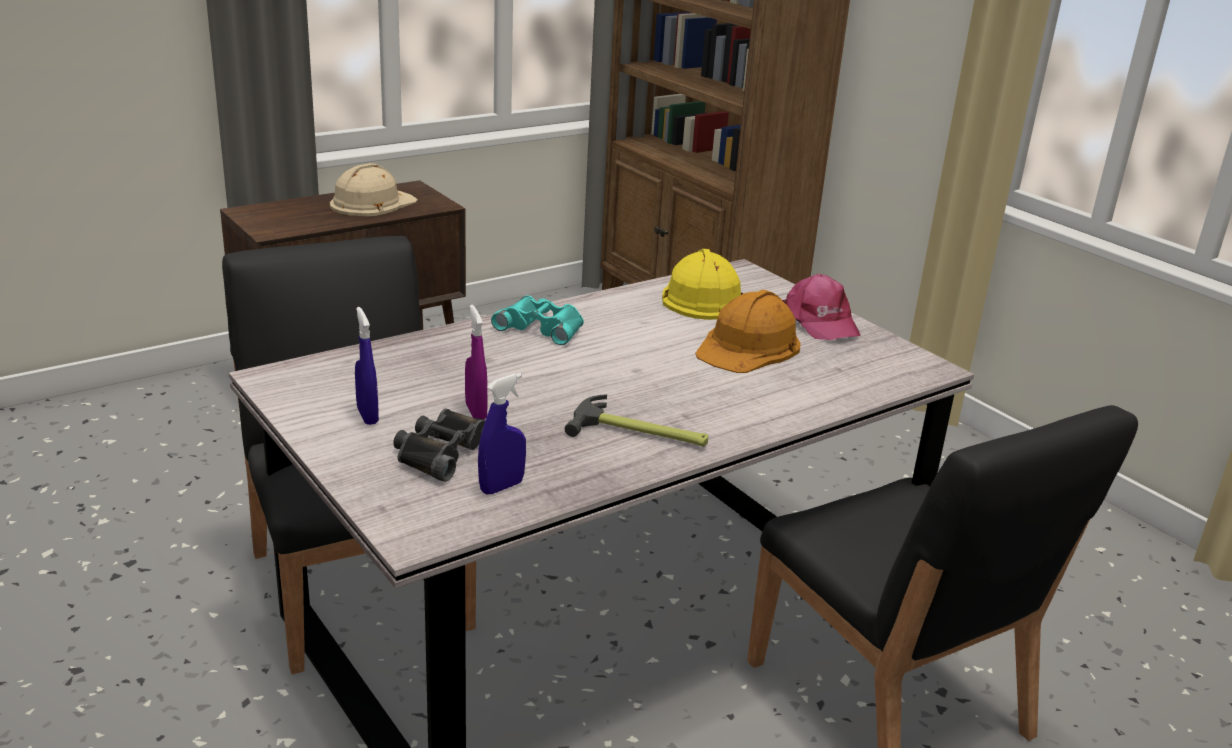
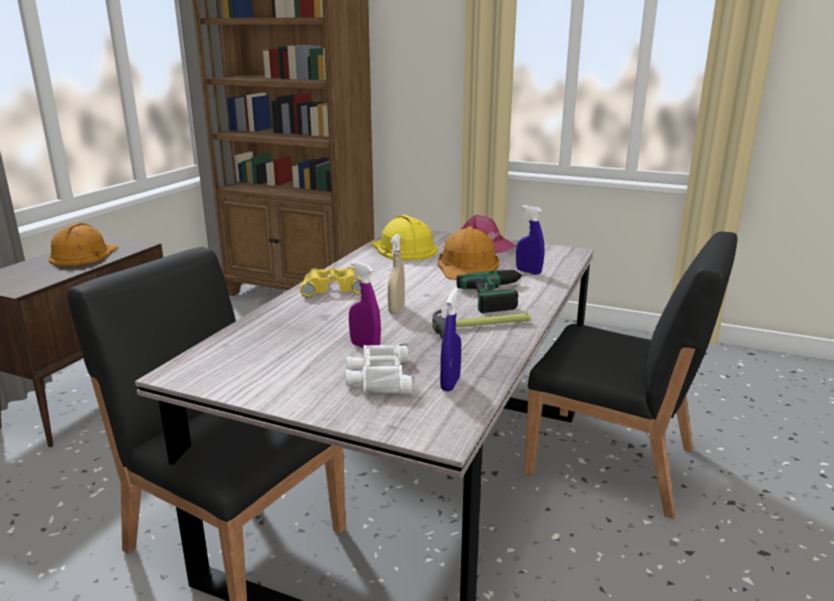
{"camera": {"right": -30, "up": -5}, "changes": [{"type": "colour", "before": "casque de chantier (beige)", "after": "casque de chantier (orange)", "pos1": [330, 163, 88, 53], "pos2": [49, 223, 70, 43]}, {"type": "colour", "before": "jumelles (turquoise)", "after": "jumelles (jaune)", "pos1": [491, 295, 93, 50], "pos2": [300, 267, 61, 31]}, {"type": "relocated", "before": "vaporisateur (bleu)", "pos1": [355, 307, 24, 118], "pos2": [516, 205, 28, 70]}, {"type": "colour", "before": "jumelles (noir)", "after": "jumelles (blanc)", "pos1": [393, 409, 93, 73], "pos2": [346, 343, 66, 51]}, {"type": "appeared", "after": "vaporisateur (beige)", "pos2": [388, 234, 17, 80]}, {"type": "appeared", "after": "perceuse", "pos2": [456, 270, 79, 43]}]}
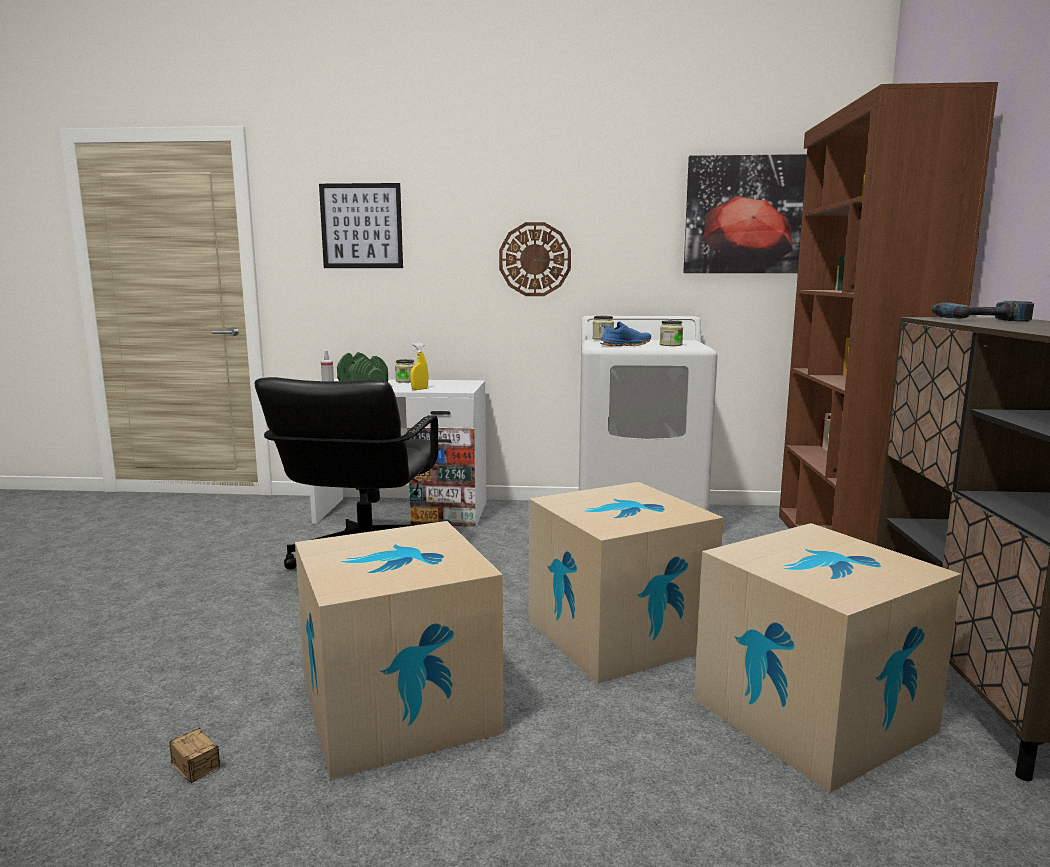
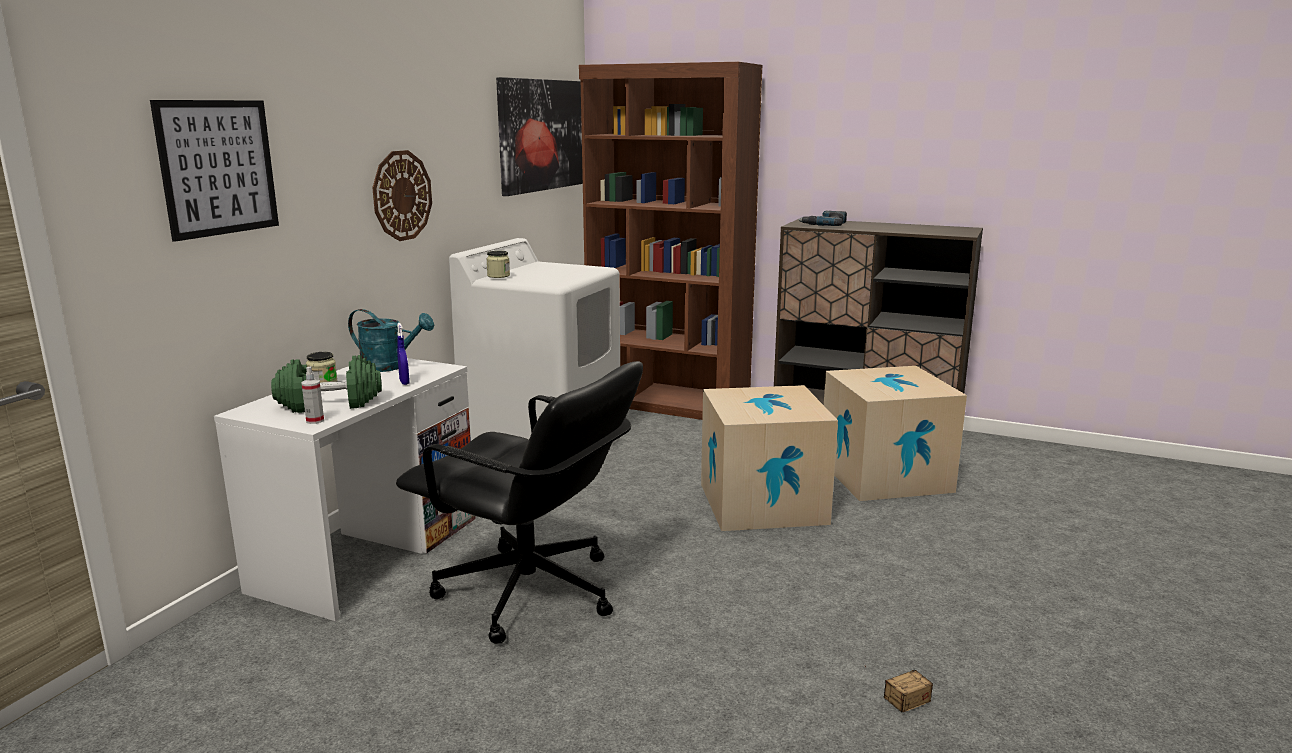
{"camera": {"right": -70, "up": 5}, "changes": [{"type": "missing", "before": "bocal", "pos1": [660, 320, 23, 26]}, {"type": "missing", "before": "chaussure (bleu)", "pos1": [601, 322, 50, 24]}, {"type": "colour", "before": "vaporisateur (jaune)", "after": "vaporisateur (bleu)", "pos1": [410, 343, 18, 47], "pos2": [397, 323, 13, 62]}, {"type": "missing", "before": "carton", "pos1": [295, 521, 209, 259]}, {"type": "appeared", "after": "arrosoir (turquoise)", "pos2": [348, 309, 86, 63]}]}
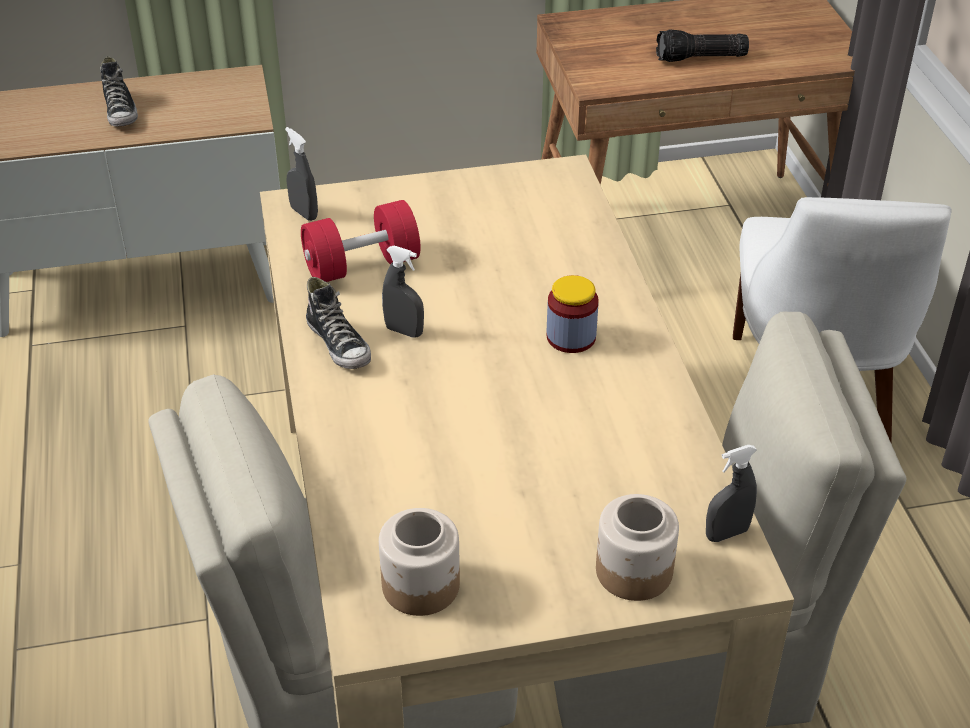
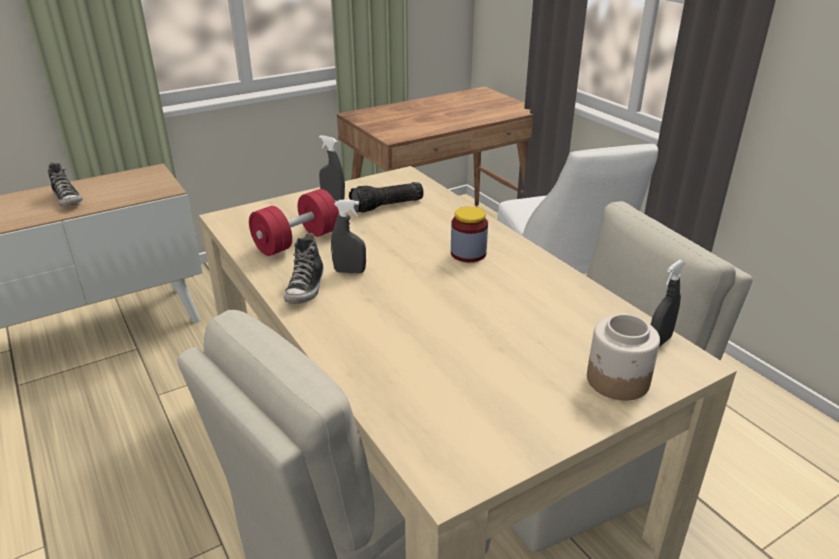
{"camera": {"right": -20, "up": -10}, "changes": [{"type": "relocated", "before": "lampe de poche", "pos1": [656, 30, 93, 32], "pos2": [349, 182, 75, 31]}, {"type": "relocated", "before": "vaporisateur (gris)", "pos1": [285, 127, 33, 94], "pos2": [319, 135, 26, 66]}, {"type": "spun", "before": "chaussure", "pos1": [306, 277, 65, 92], "pos2": [284, 233, 39, 71], "turn": 60}, {"type": "missing", "before": "bocal", "pos1": [379, 508, 81, 108]}]}
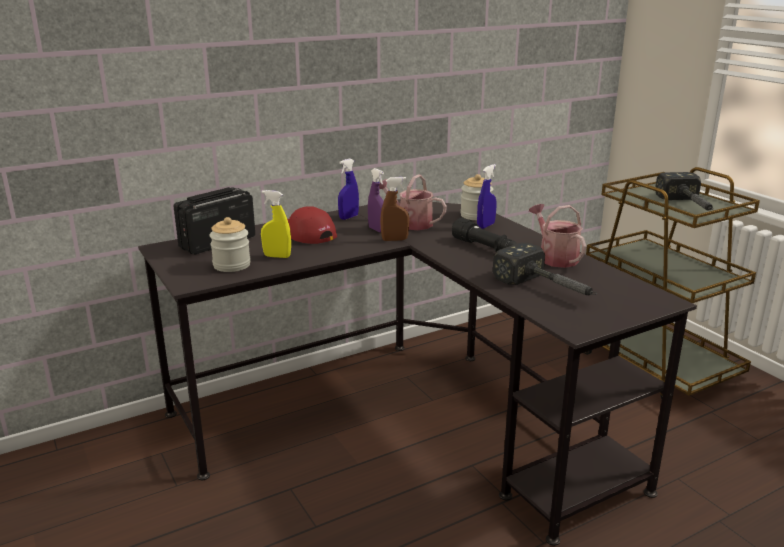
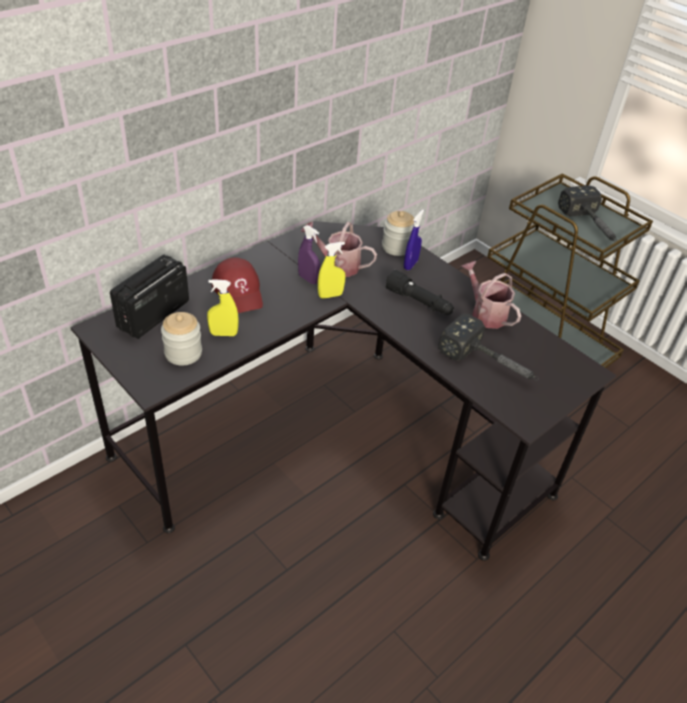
{"camera": {"right": -15, "up": 20}, "changes": [{"type": "missing", "before": "vaporisateur (bleu)", "pos1": [338, 158, 21, 62]}, {"type": "colour", "before": "vaporisateur (marron)", "after": "vaporisateur (jaune)", "pos1": [380, 177, 29, 64], "pos2": [318, 242, 27, 57]}, {"type": "spun", "before": "casquette (rouge)", "pos1": [287, 206, 50, 38], "pos2": [212, 257, 51, 56], "turn": -150}]}
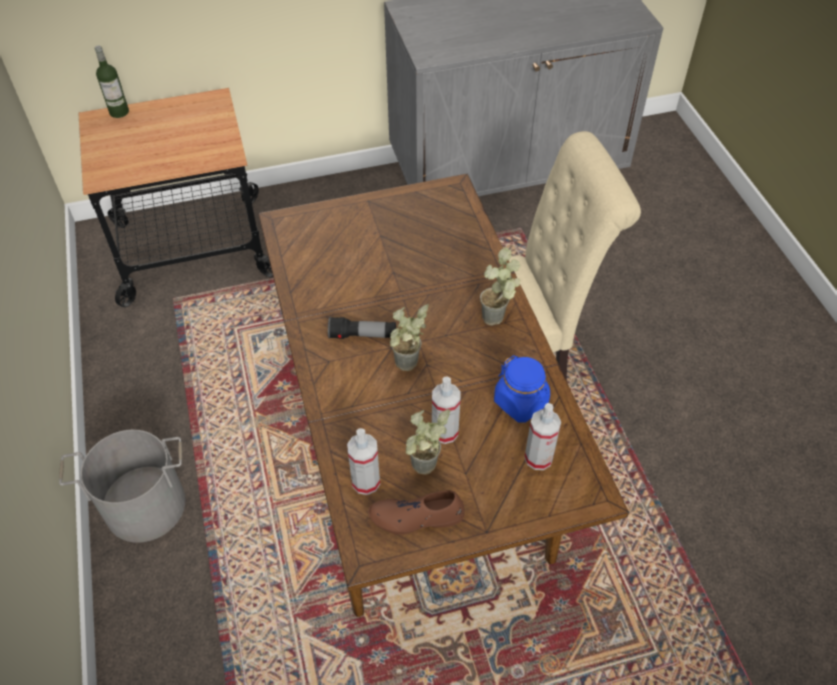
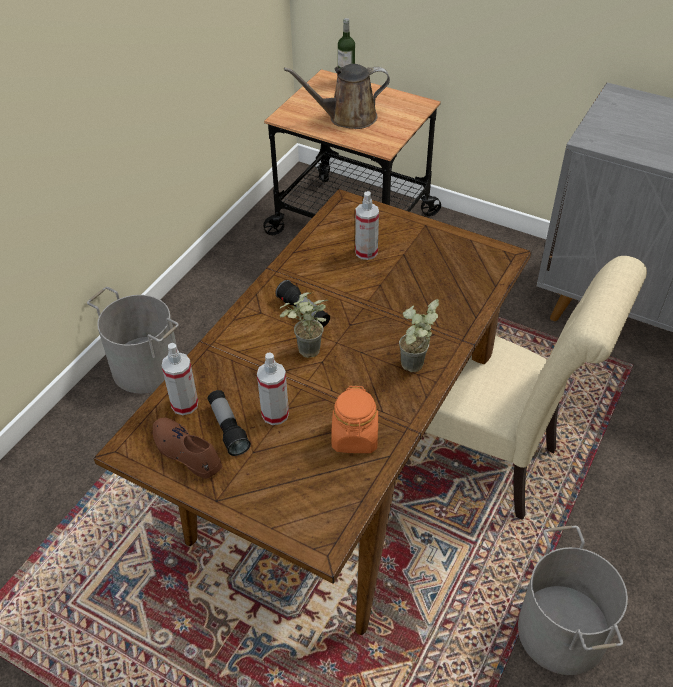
{"camera": {"right": 45, "up": -5}, "changes": [{"type": "colour", "before": "bocal (bleu)", "after": "bocal (orange)", "pos1": [494, 355, 56, 68], "pos2": [331, 386, 47, 67]}, {"type": "relocated", "before": "vaporisateur", "pos1": [524, 403, 37, 67], "pos2": [355, 191, 24, 69]}, {"type": "exchanged", "before": "plante en pot", "after": "lampe de poche", "pos1": [406, 409, 44, 66], "pos2": [208, 390, 43, 66]}, {"type": "appeared", "after": "arrosoir (marron)", "pos2": [284, 64, 106, 65]}, {"type": "appeared", "after": "seau (gris)", "pos2": [518, 526, 110, 149]}]}
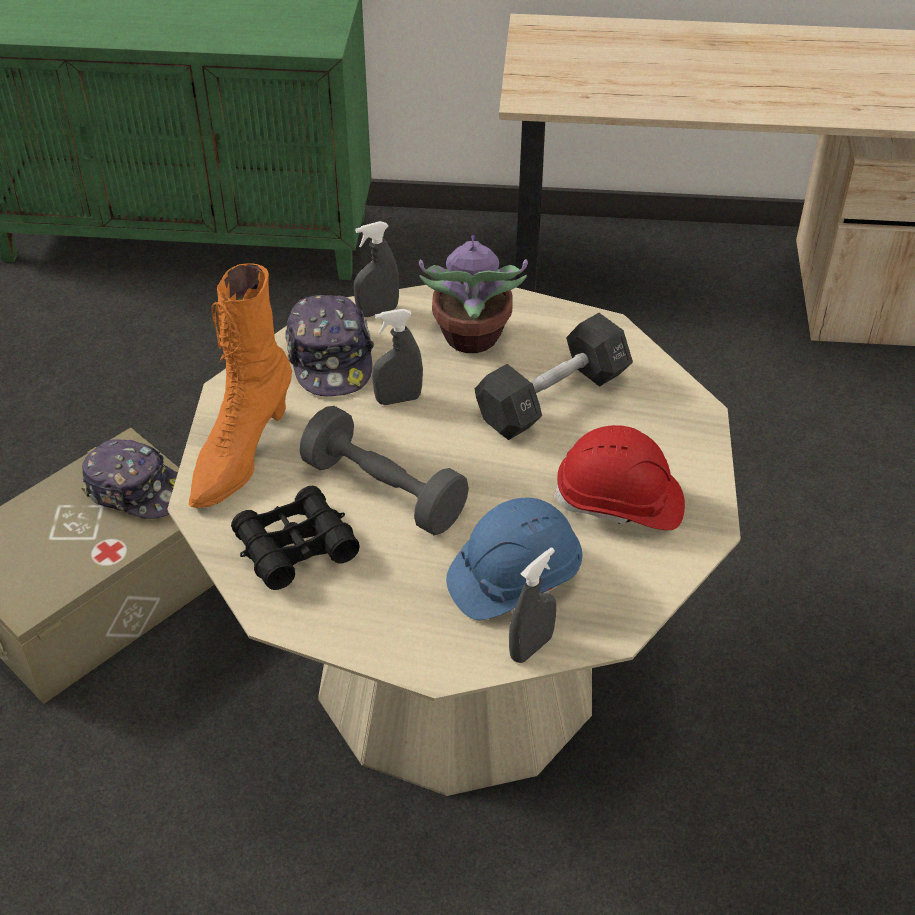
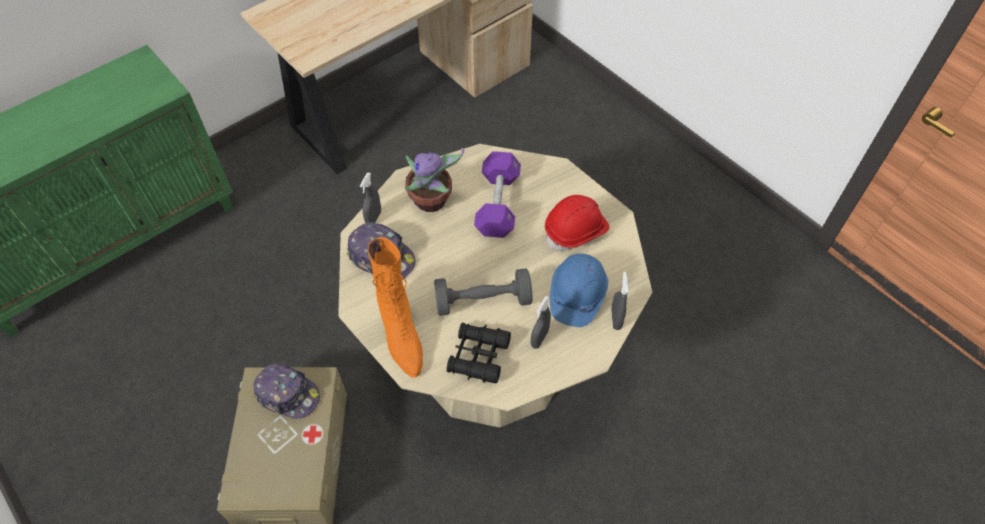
{"camera": {"right": -45, "up": 10}, "changes": [{"type": "relocated", "before": "vaporisateur (gris)", "pos1": [372, 309, 51, 96], "pos2": [531, 296, 20, 53]}, {"type": "colour", "before": "haltère (noir)", "after": "haltère (violet)", "pos1": [475, 313, 158, 127], "pos2": [474, 151, 47, 87]}, {"type": "spun", "before": "casquette", "pos1": [81, 439, 97, 80], "pos2": [254, 364, 66, 55], "turn": 45}]}
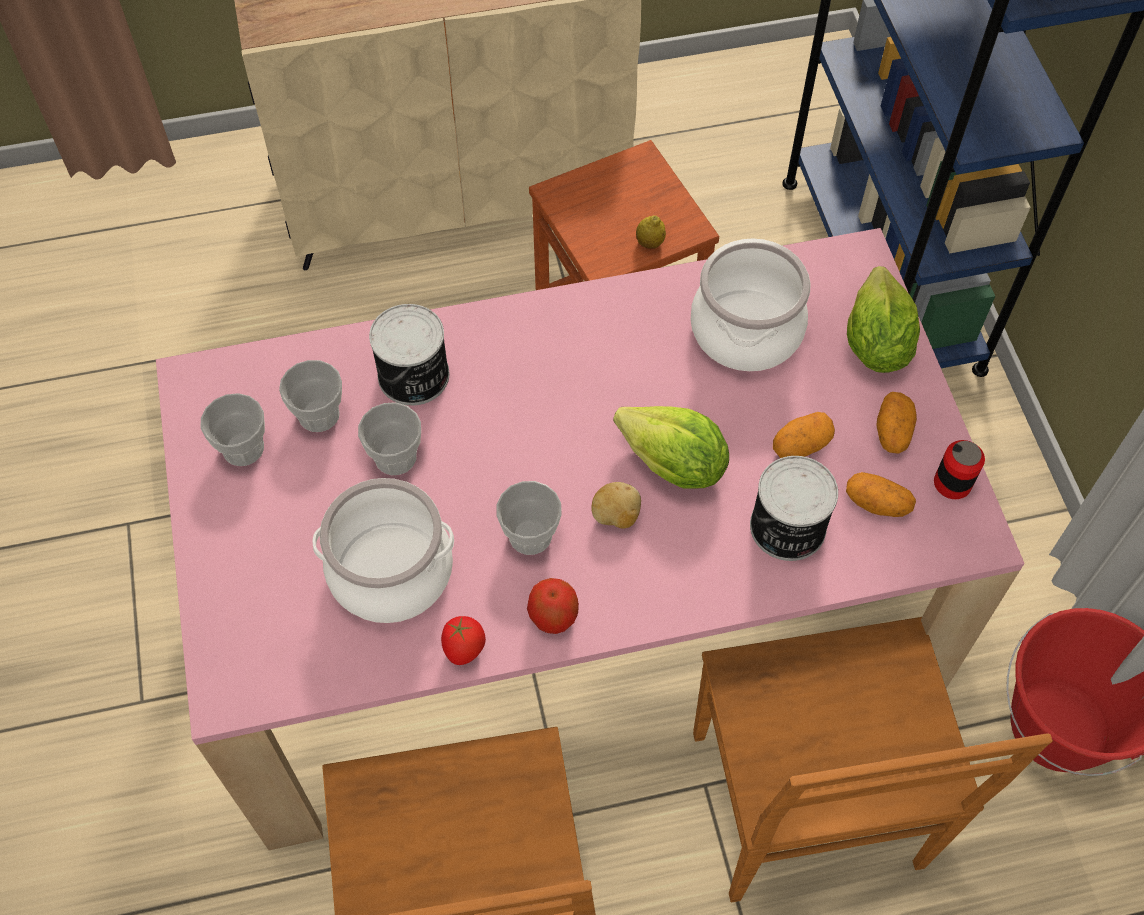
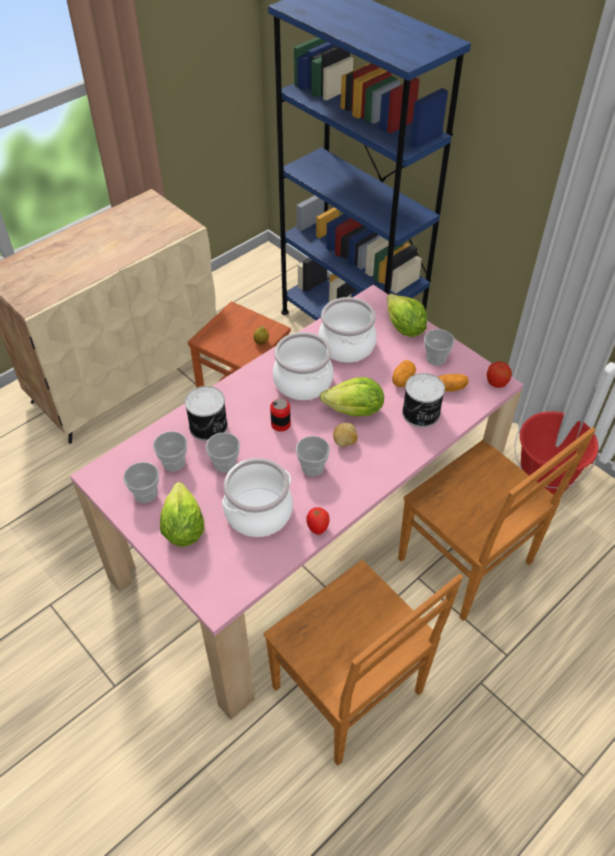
{"camera": {"right": -30, "up": -10}, "changes": [{"type": "exchanged", "before": "pomme de terre", "after": "tasse", "pos1": [876, 392, 41, 62], "pos2": [424, 329, 31, 37]}, {"type": "relocated", "before": "boîte métallique", "pos1": [934, 440, 51, 59], "pos2": [270, 398, 21, 34]}, {"type": "relocated", "before": "pomme", "pos1": [527, 578, 52, 56], "pos2": [487, 362, 25, 26]}, {"type": "appeared", "after": "marmite", "pos2": [273, 332, 60, 68]}, {"type": "appeared", "after": "laitue", "pos2": [160, 482, 45, 65]}]}
